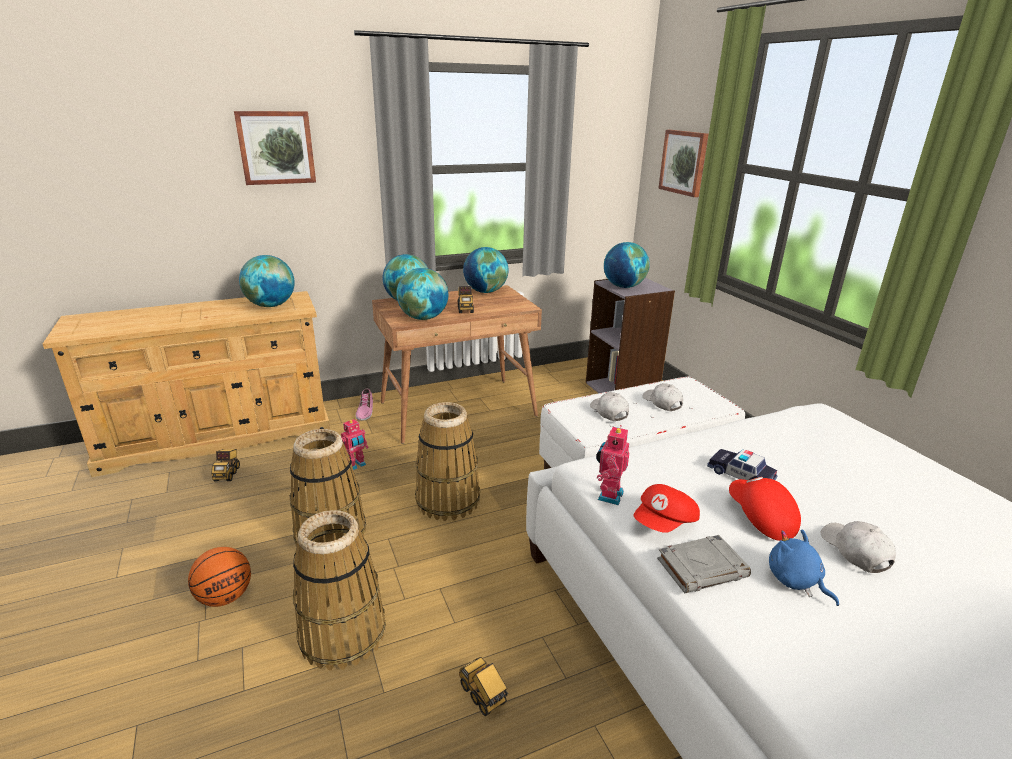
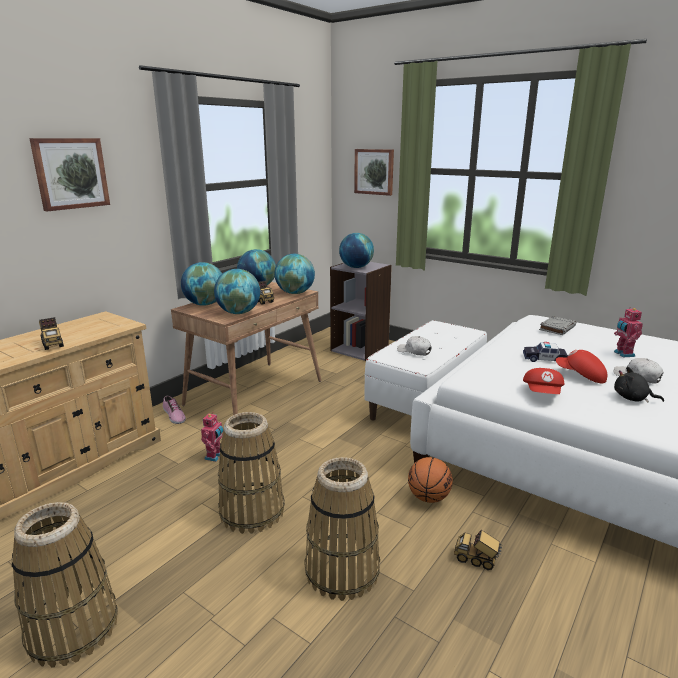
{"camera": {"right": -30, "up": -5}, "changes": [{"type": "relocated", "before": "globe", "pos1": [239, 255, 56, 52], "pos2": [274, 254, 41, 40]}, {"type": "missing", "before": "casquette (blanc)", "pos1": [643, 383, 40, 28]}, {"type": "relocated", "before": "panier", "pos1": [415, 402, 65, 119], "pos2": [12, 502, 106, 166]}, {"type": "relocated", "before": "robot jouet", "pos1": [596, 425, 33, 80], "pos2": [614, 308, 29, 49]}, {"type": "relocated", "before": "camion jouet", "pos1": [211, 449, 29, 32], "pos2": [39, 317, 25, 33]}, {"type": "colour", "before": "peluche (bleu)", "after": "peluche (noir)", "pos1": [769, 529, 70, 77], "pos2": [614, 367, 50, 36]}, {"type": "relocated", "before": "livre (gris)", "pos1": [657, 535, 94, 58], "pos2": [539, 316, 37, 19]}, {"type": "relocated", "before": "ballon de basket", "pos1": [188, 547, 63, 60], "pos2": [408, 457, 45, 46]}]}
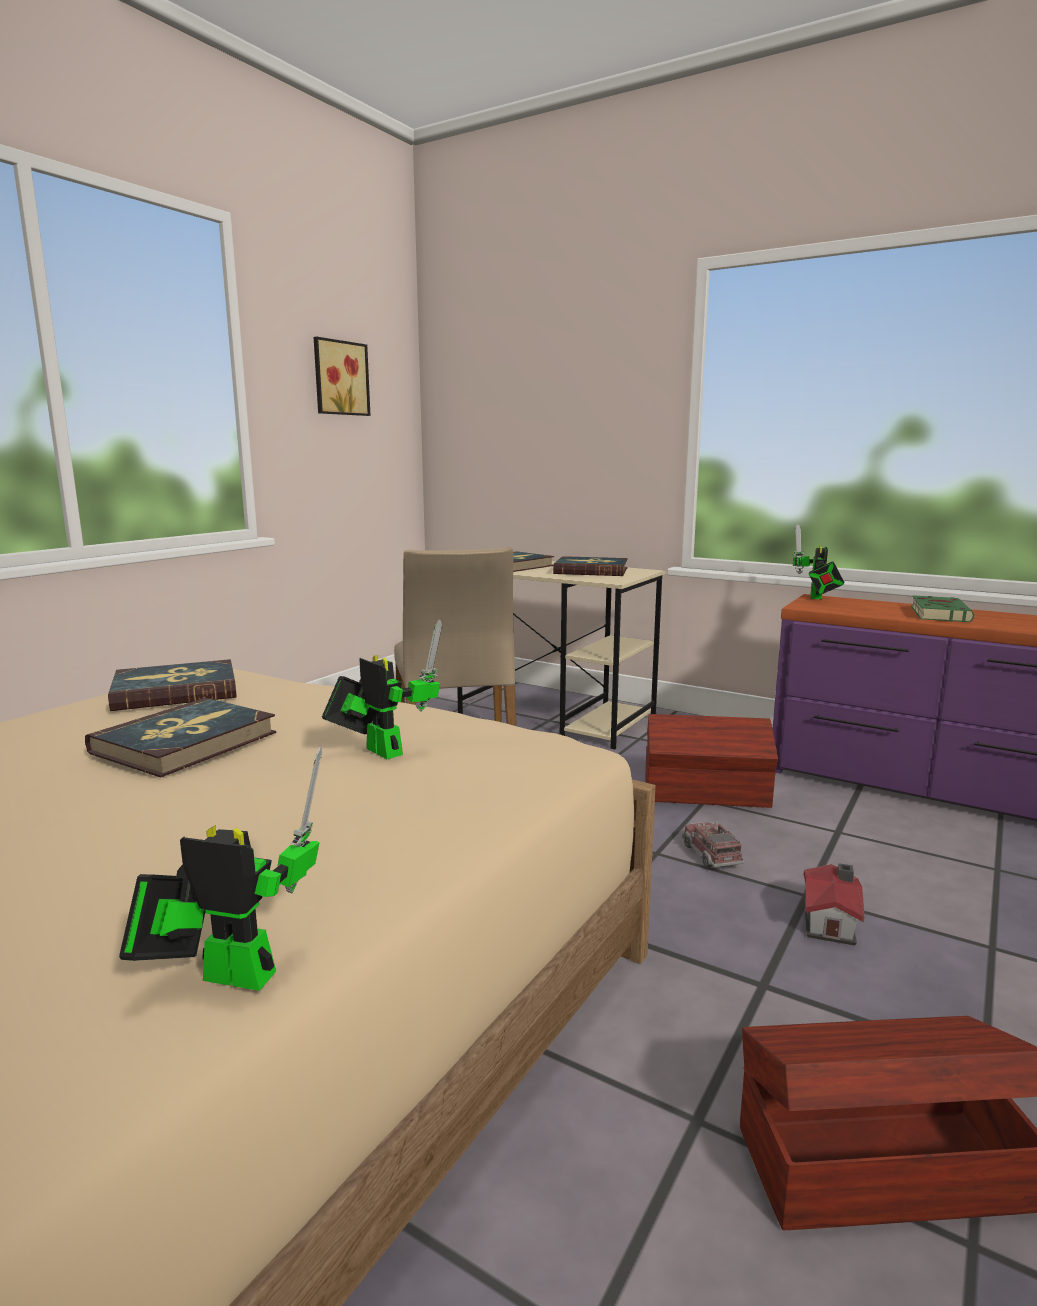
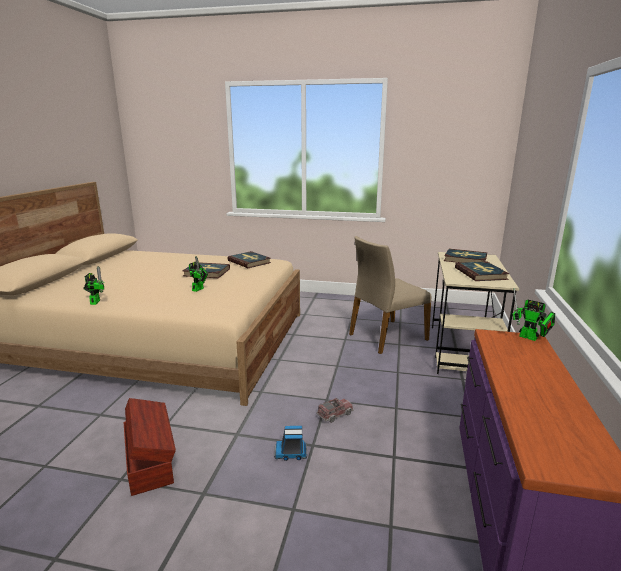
{"camera": {"right": 70, "up": 5}, "changes": [{"type": "missing", "before": "tableau", "pos1": [314, 337, 56, 79]}, {"type": "spun", "before": "robot jouet", "pos1": [793, 524, 51, 75], "pos2": [512, 288, 43, 53], "turn": -135}, {"type": "missing", "before": "livre (vert)", "pos1": [911, 595, 63, 27]}, {"type": "missing", "before": "boîte de rangement (marron)", "pos1": [645, 714, 133, 94]}, {"type": "exchanged", "before": "maison miniature", "after": "camion jouet", "pos1": [804, 863, 61, 82], "pos2": [274, 426, 33, 35]}]}
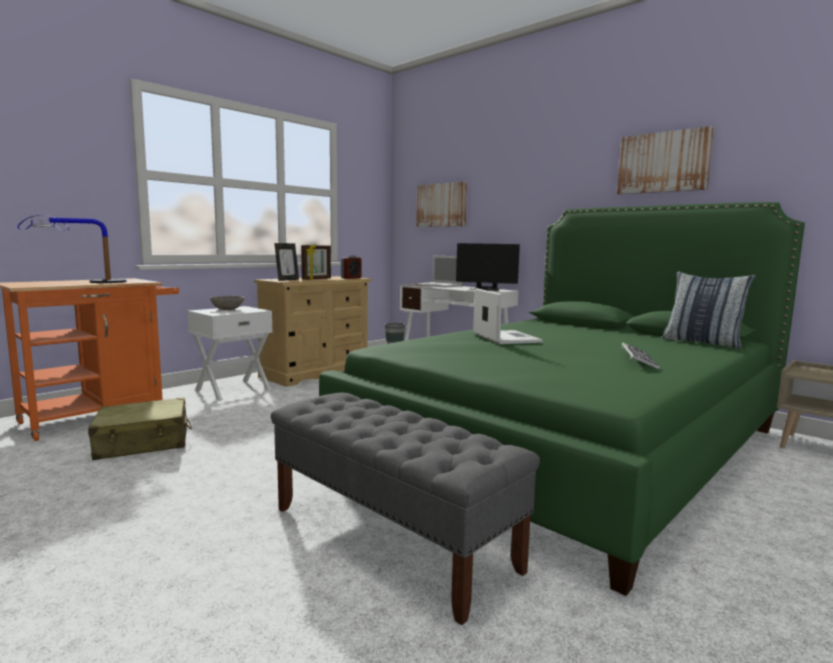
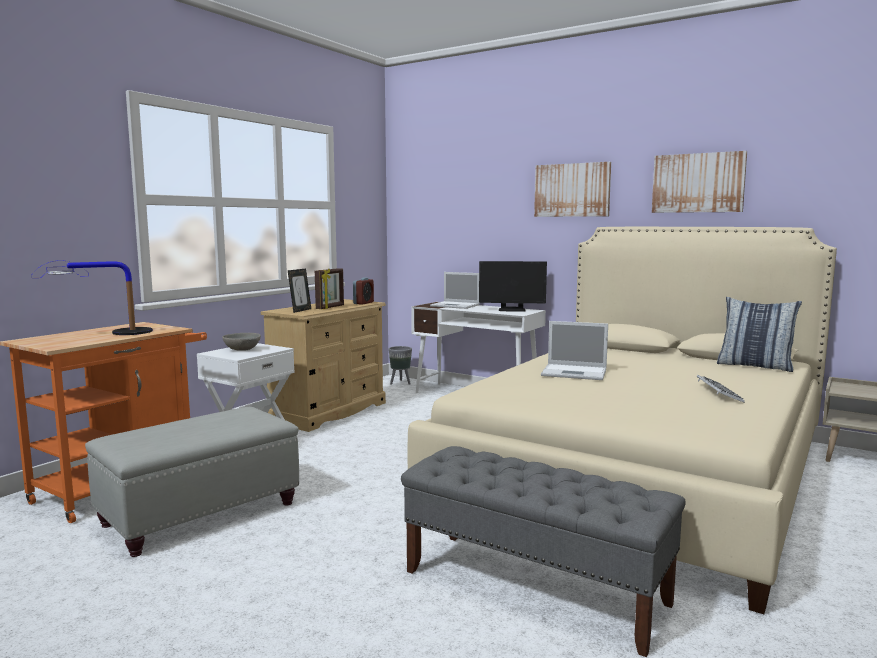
{"camera": {"right": -10, "up": 0}, "changes": [{"type": "relocated", "before": "tableau", "pos1": [416, 182, 51, 45], "pos2": [534, 162, 77, 55]}, {"type": "colour", "before": "lit (vert)", "after": "lit (beige)", "pos1": [319, 202, 486, 394], "pos2": [408, 227, 429, 387]}, {"type": "spun", "before": "ordinateur portable", "pos1": [473, 288, 70, 56], "pos2": [541, 321, 67, 59], "turn": 135}, {"type": "exchanged", "before": "valise (beige)", "after": "pouf (gris)", "pos1": [88, 398, 104, 62], "pos2": [85, 407, 214, 150]}]}
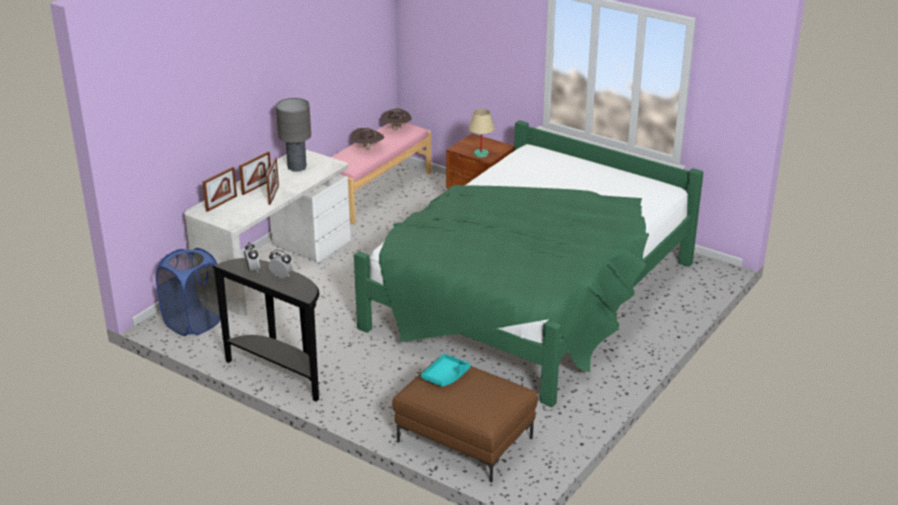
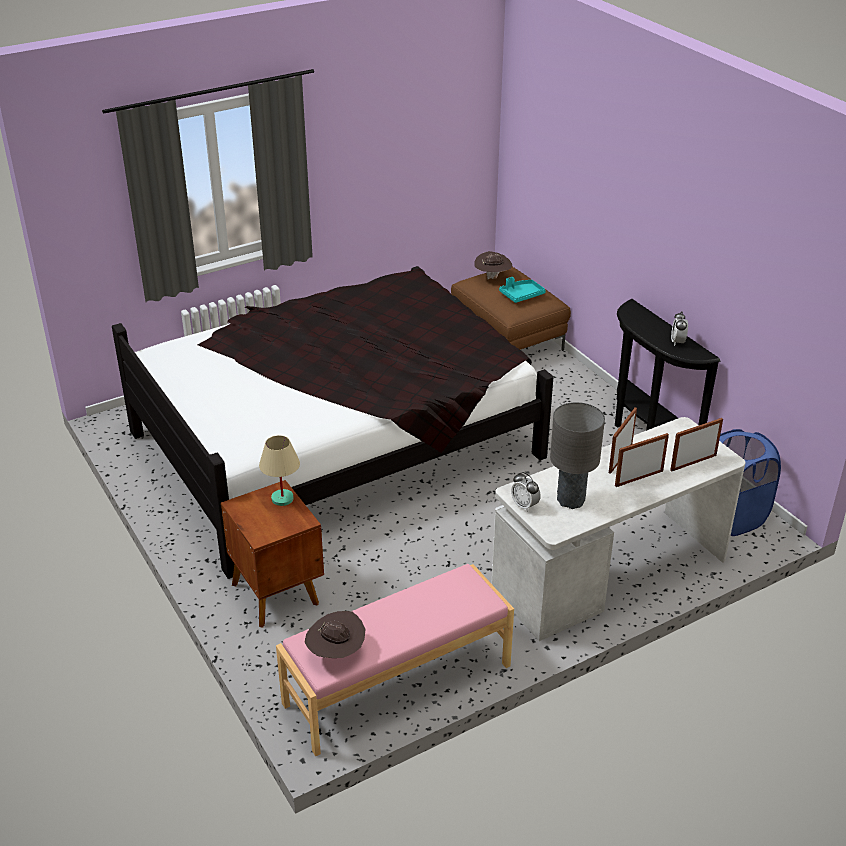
{"camera": {"right": -155, "up": 5}, "changes": [{"type": "colour", "before": "lit (vert)", "after": "lit (noir)", "pos1": [354, 120, 350, 287], "pos2": [112, 266, 441, 313]}, {"type": "relocated", "before": "chapeau (marron)", "pos1": [351, 128, 33, 22], "pos2": [474, 251, 38, 29]}, {"type": "relocated", "before": "réveil", "pos1": [268, 250, 25, 29], "pos2": [511, 472, 30, 40]}]}
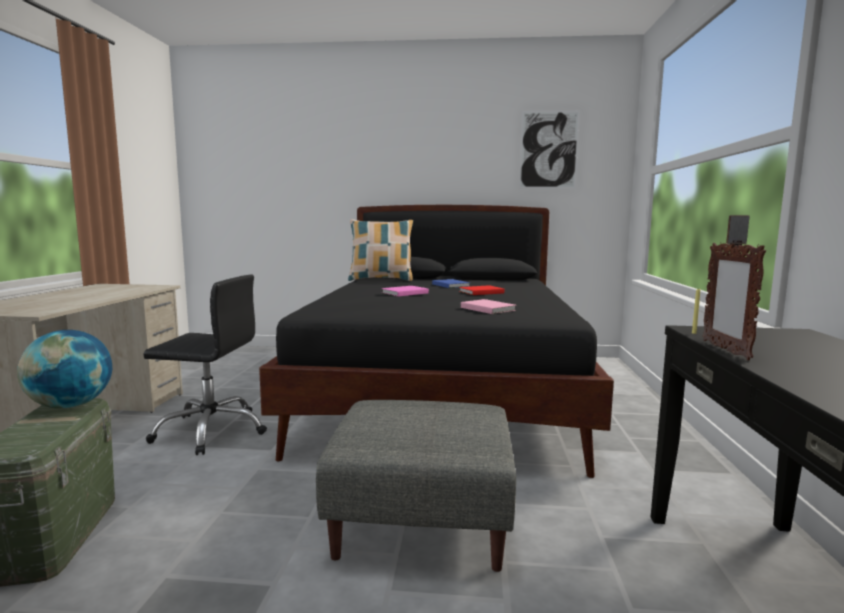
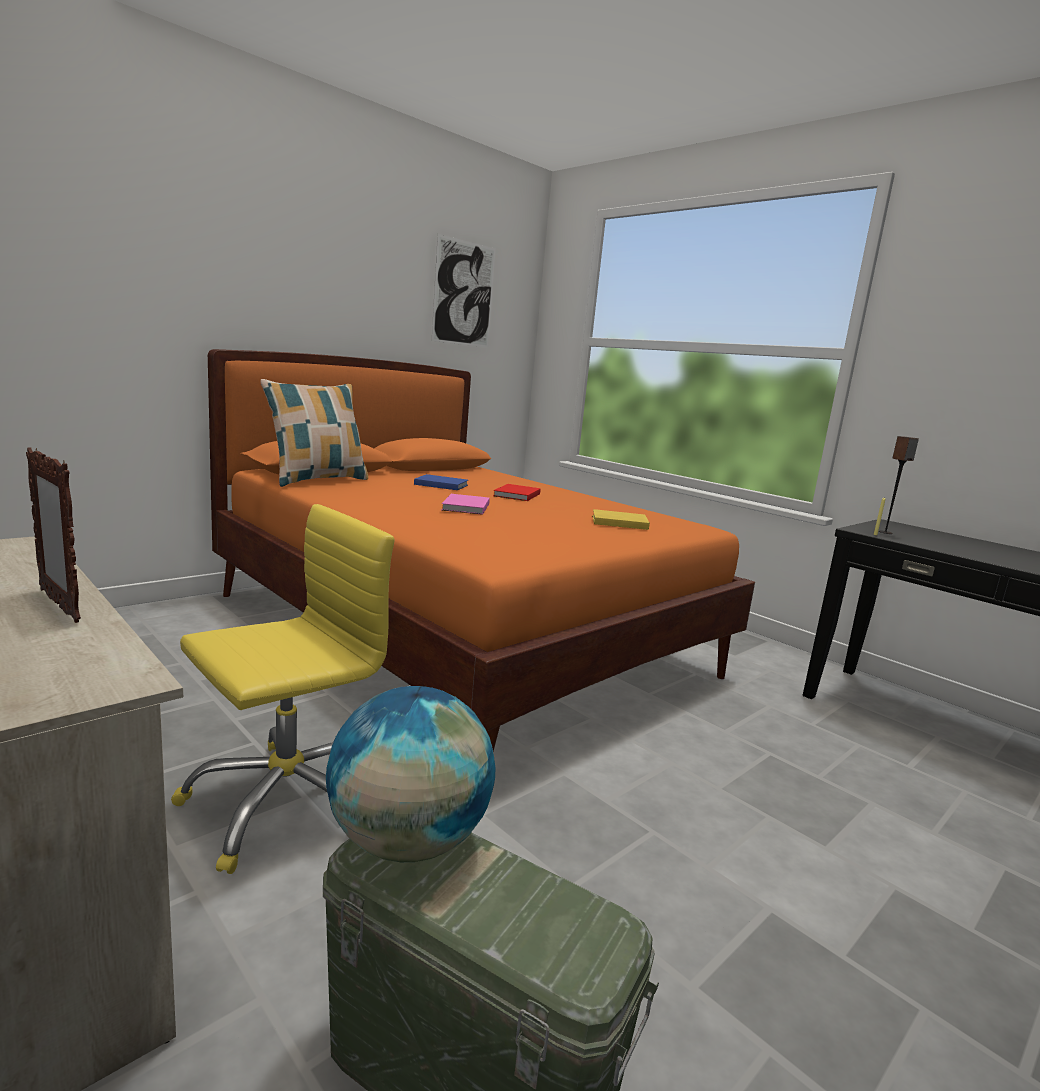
{"camera": {"right": -50, "up": 5}, "changes": [{"type": "colour", "before": "lit (noir)", "after": "lit (orange)", "pos1": [259, 205, 355, 273], "pos2": [208, 349, 547, 402]}, {"type": "relocated", "before": "cadre photo", "pos1": [702, 243, 64, 117], "pos2": [26, 447, 55, 176]}, {"type": "colour", "before": "chaise de bureau (noir)", "after": "chaise de bureau (jaune)", "pos1": [143, 275, 124, 180], "pos2": [171, 504, 224, 370]}, {"type": "colour", "before": "livre (rose)", "after": "livre (jaune)", "pos1": [461, 299, 55, 15], "pos2": [592, 509, 58, 21]}, {"type": "missing", "before": "pouf (gris)", "pos1": [316, 400, 200, 172]}]}
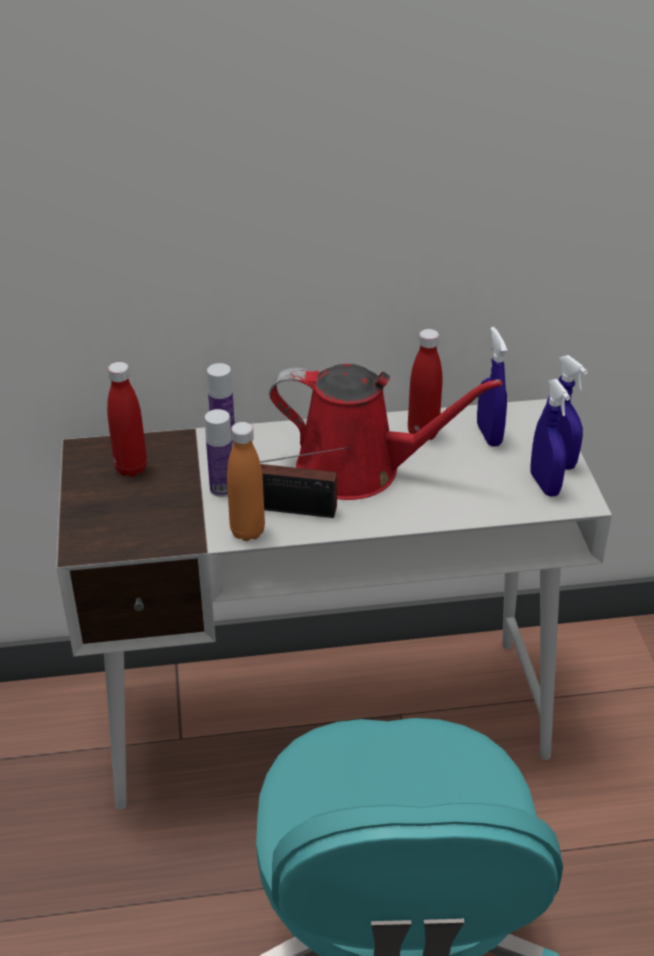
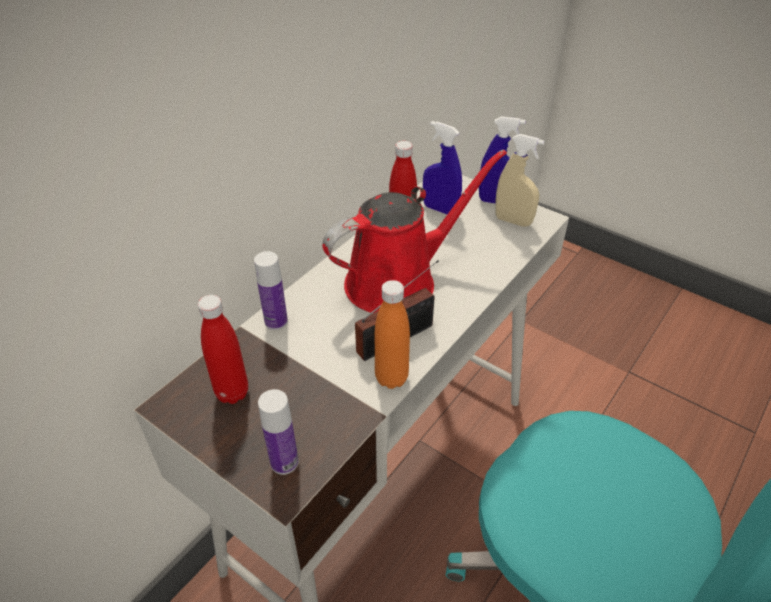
{"camera": {"right": -45, "up": 5}, "changes": [{"type": "colour", "before": "vaporisateur (bleu)", "after": "vaporisateur (beige)", "pos1": [531, 379, 39, 117], "pos2": [495, 134, 49, 93]}, {"type": "relocated", "before": "bouteille", "pos1": [205, 409, 27, 88], "pos2": [258, 389, 40, 86]}]}
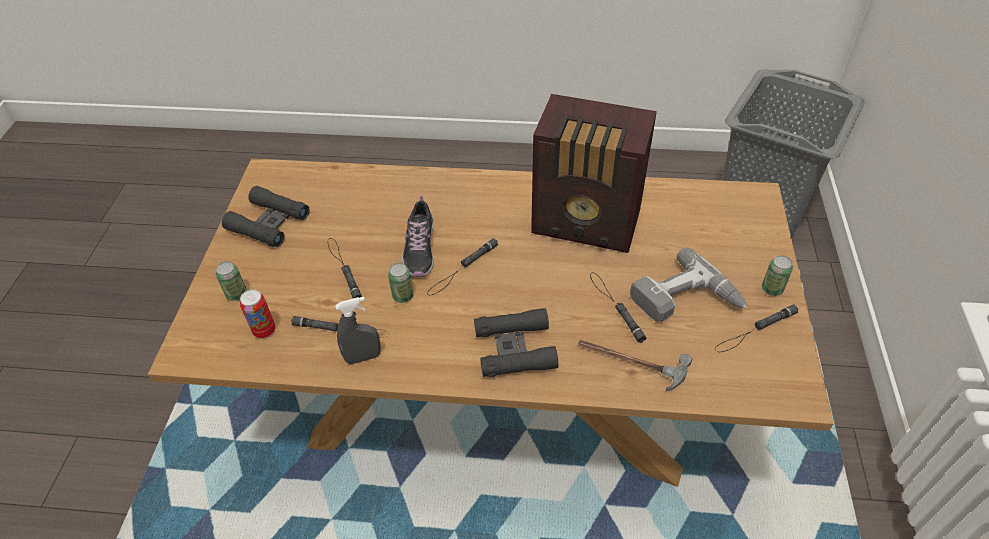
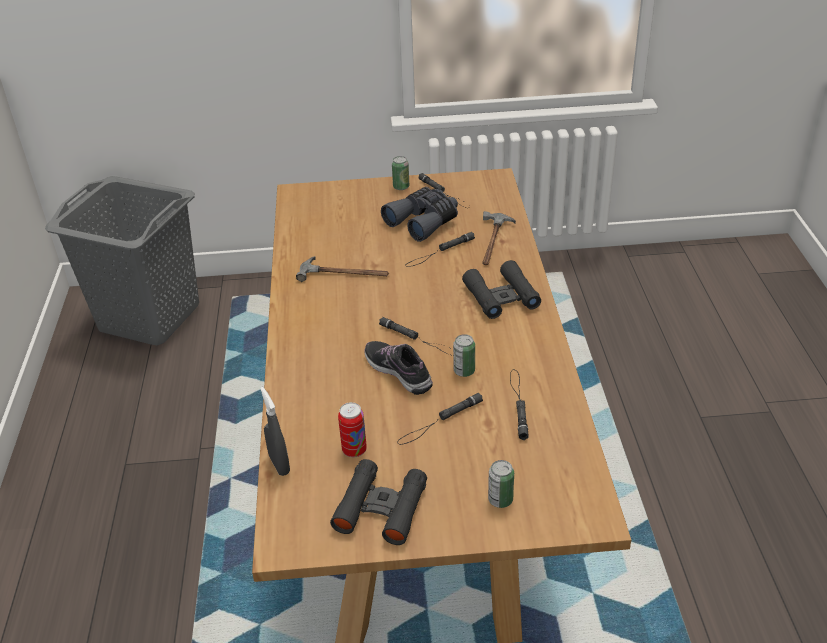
{"camera": {"right": -100, "up": -10}, "changes": [{"type": "exchanged", "before": "radio", "after": "marteau", "pos1": [531, 94, 126, 159], "pos2": [296, 256, 93, 26]}, {"type": "spun", "before": "chaussure", "pos1": [402, 196, 32, 81], "pos2": [364, 341, 69, 54], "turn": -120}, {"type": "exchanged", "before": "perceuse", "after": "jumelles (gris)", "pos1": [630, 247, 117, 74], "pos2": [381, 187, 77, 55]}, {"type": "relocated", "before": "boîte métallique", "pos1": [240, 289, 35, 49], "pos2": [338, 402, 29, 55]}, {"type": "relocated", "before": "vaporisateur (gris)", "pos1": [335, 297, 46, 67], "pos2": [260, 387, 30, 89]}]}
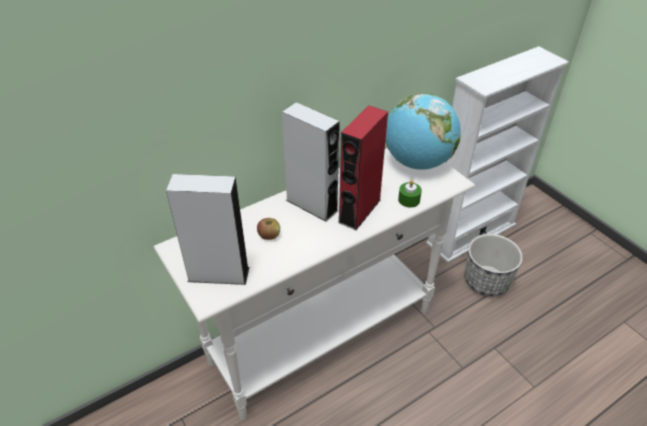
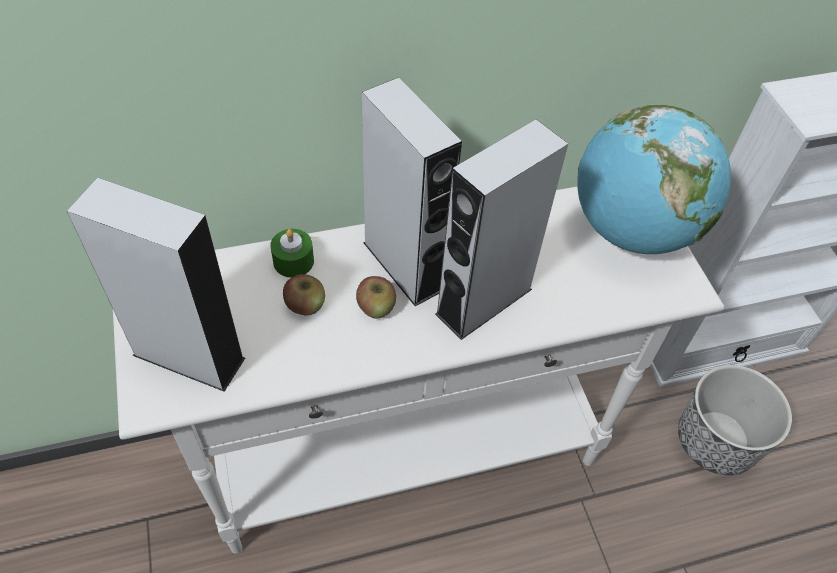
{"camera": {"right": 15, "up": 10}, "changes": [{"type": "colour", "before": "enceinte (rouge)", "after": "enceinte (gris)", "pos1": [338, 105, 50, 125], "pos2": [435, 119, 133, 221]}, {"type": "relocated", "before": "bougie (vert)", "pos1": [398, 180, 24, 28], "pos2": [270, 229, 44, 49]}, {"type": "appeared", "after": "pomme", "pos2": [356, 276, 40, 42]}]}
